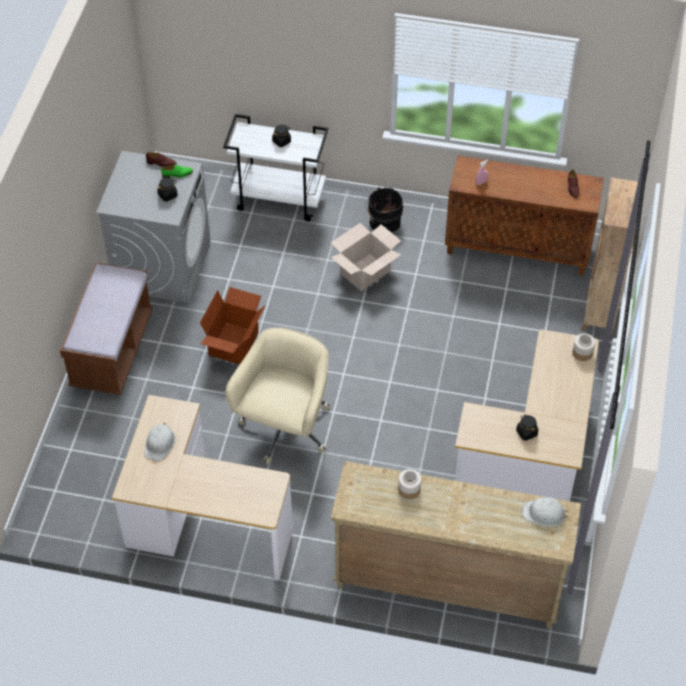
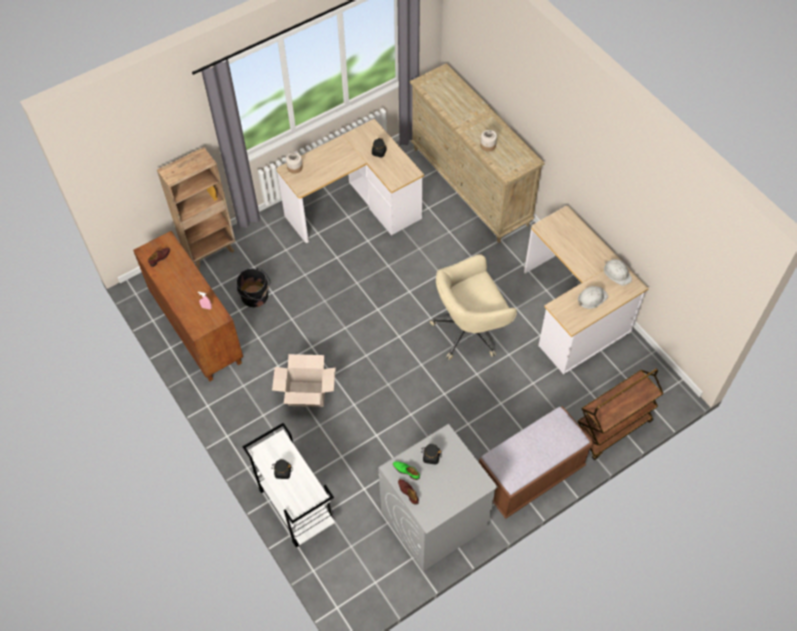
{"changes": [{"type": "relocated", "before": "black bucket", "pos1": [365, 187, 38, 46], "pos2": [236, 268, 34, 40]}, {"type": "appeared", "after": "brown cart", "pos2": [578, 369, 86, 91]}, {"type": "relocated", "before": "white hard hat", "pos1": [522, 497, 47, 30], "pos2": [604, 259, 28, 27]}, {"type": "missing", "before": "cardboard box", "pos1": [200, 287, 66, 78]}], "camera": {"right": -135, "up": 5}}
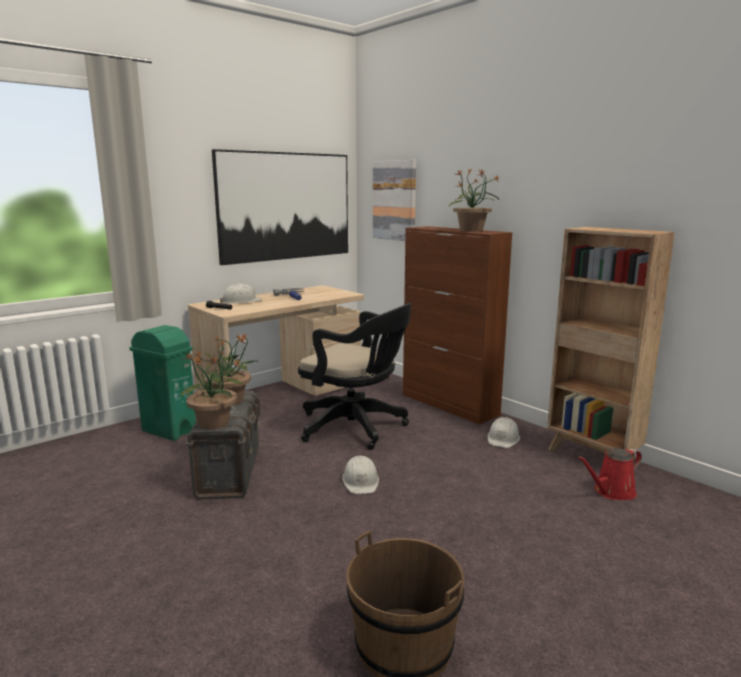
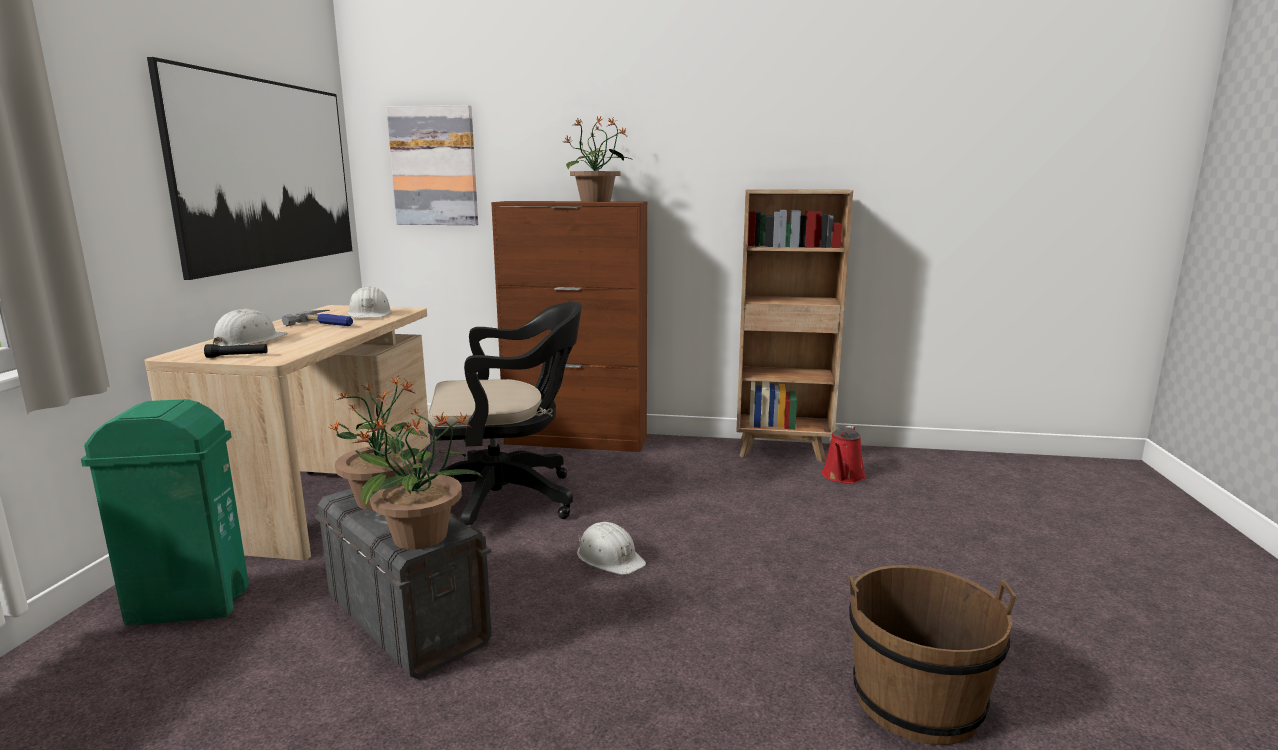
{"changes": [{"type": "relocated", "before": "white hard hat", "pos1": [488, 417, 32, 31], "pos2": [348, 286, 44, 32]}], "camera": {"right": -40, "up": 0}}
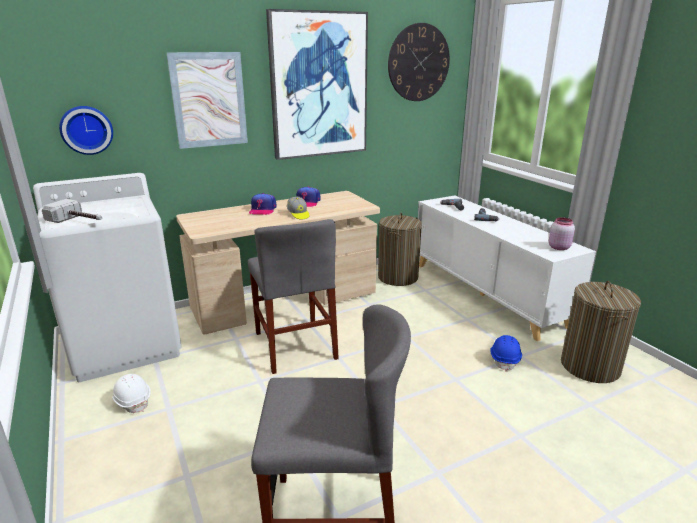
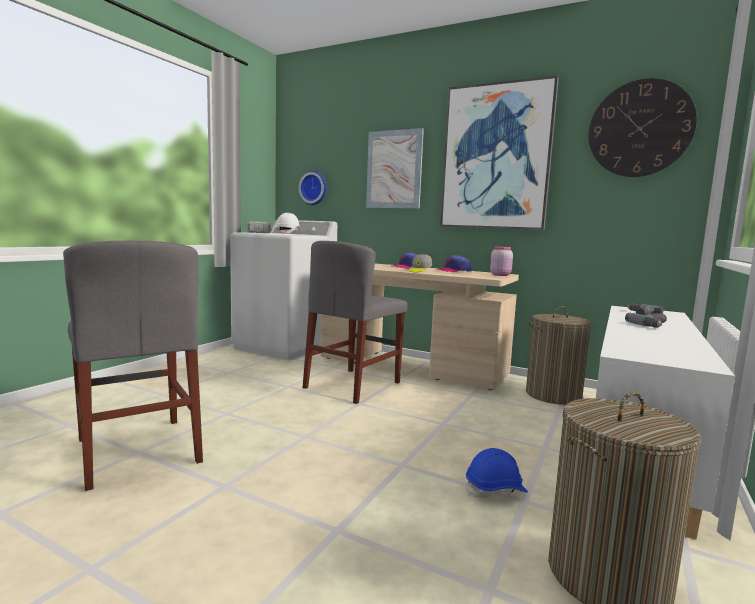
{"changes": [{"type": "relocated", "before": "white hard hat", "pos1": [112, 374, 39, 39], "pos2": [275, 213, 26, 21]}, {"type": "relocated", "before": "pink jar", "pos1": [549, 217, 26, 33], "pos2": [490, 246, 23, 30]}], "camera": {"right": 55, "up": -15}}
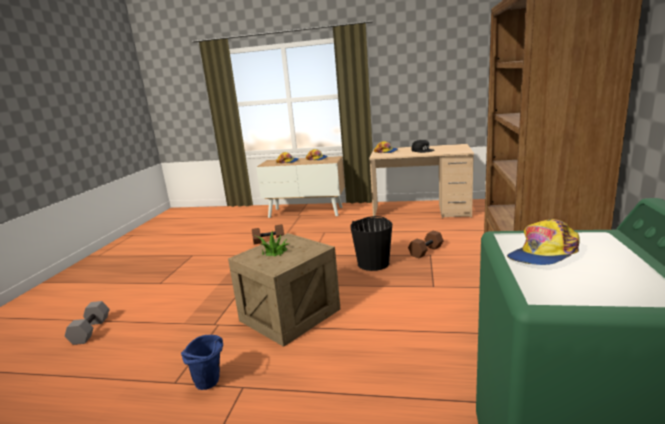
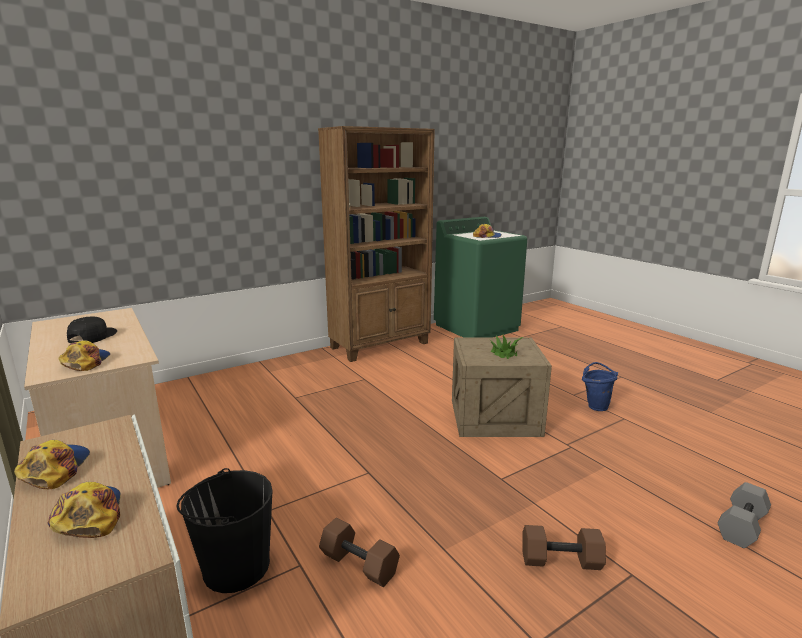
{"changes": [{"type": "relocated", "before": "black bucket", "pos1": [350, 216, 42, 55], "pos2": [176, 468, 97, 125]}, {"type": "relocated", "before": "brown dumbbell", "pos1": [408, 231, 36, 27], "pos2": [522, 525, 84, 45]}], "camera": {"right": -135, "up": 0}}
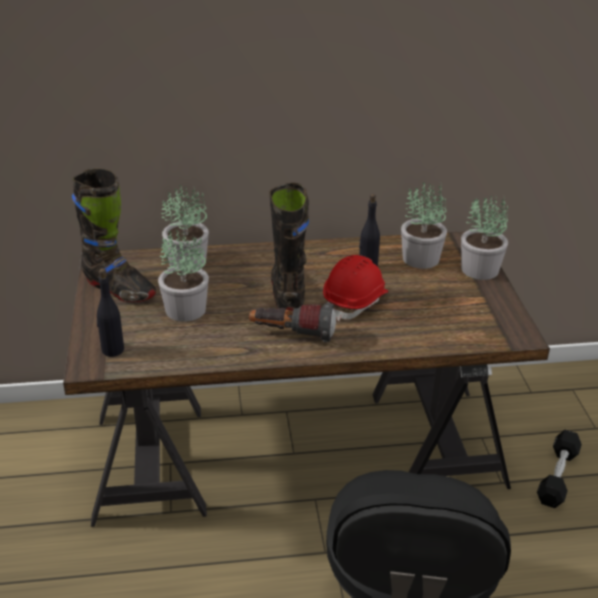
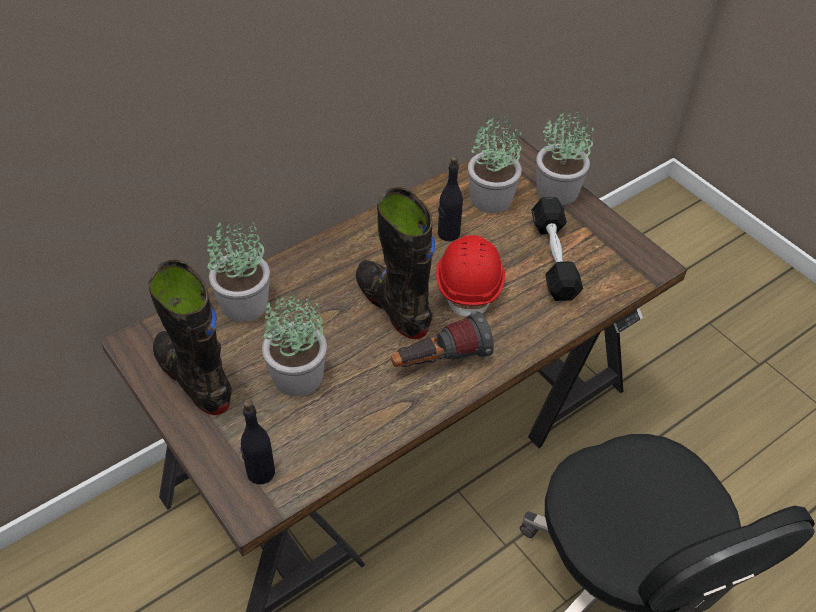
{"changes": [{"type": "spun", "before": "black boot", "pos1": [72, 168, 84, 134], "pos2": [148, 259, 84, 156], "turn": -135}, {"type": "relocated", "before": "black dumbbell", "pos1": [537, 430, 45, 78], "pos2": [531, 197, 52, 104]}], "camera": {"right": -30, "up": 15}}
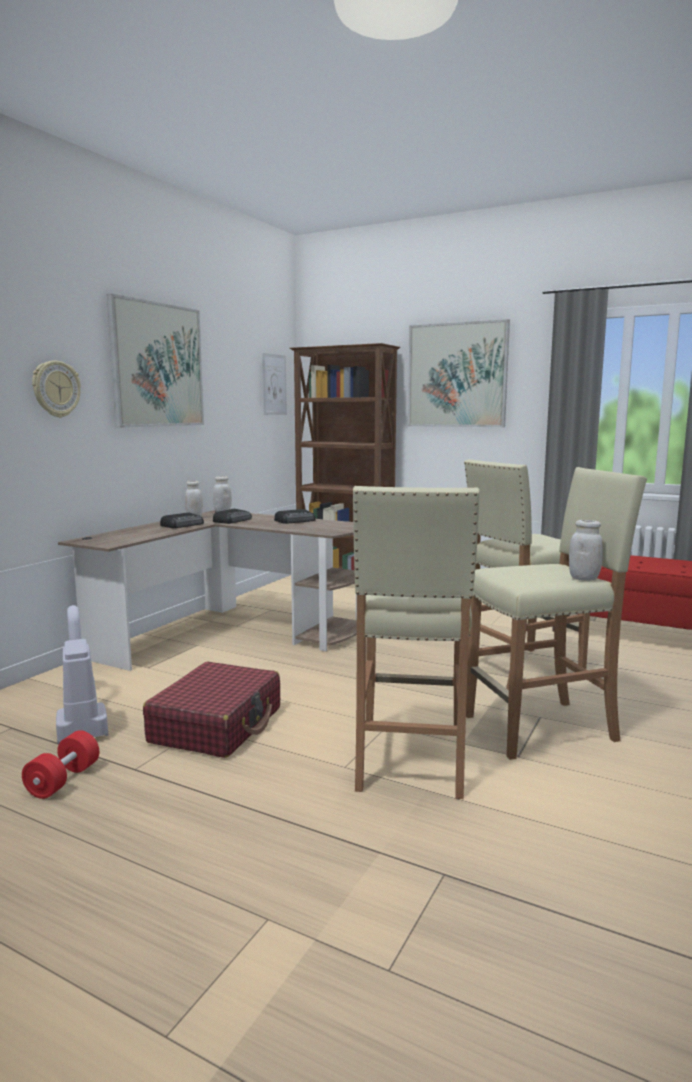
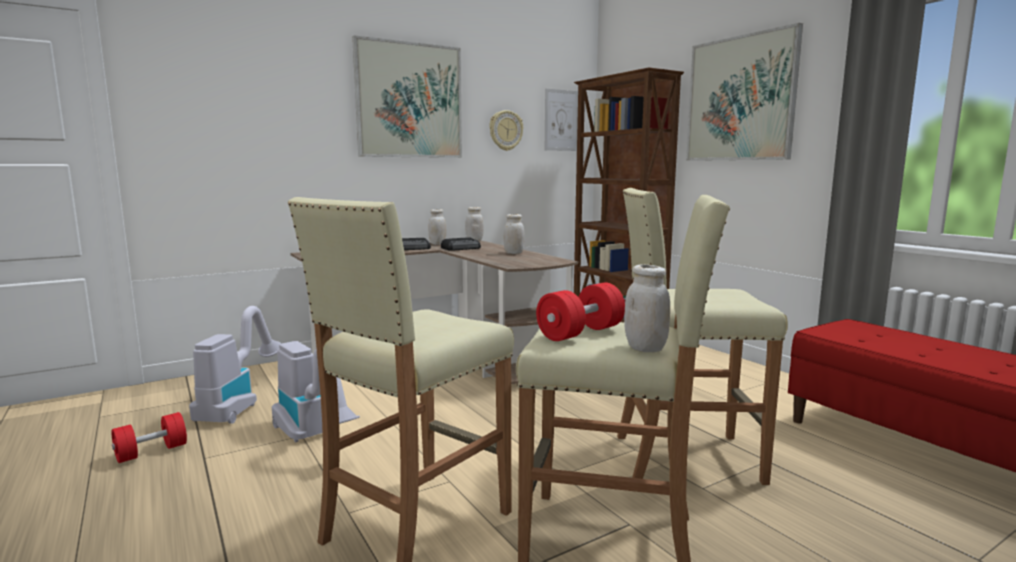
{"changes": [{"type": "exchanged", "before": "red suitcase", "after": "vacuum cleaner", "pos1": [143, 662, 137, 96], "pos2": [272, 341, 88, 101]}, {"type": "relocated", "before": "wall clock", "pos1": [32, 361, 49, 57], "pos2": [489, 110, 34, 41]}, {"type": "exchanged", "before": "radio", "after": "white jar", "pos1": [274, 509, 42, 15], "pos2": [504, 214, 20, 40]}, {"type": "appeared", "after": "red dumbbell", "pos2": [536, 283, 89, 58]}], "camera": {"right": 30, "up": 0}}
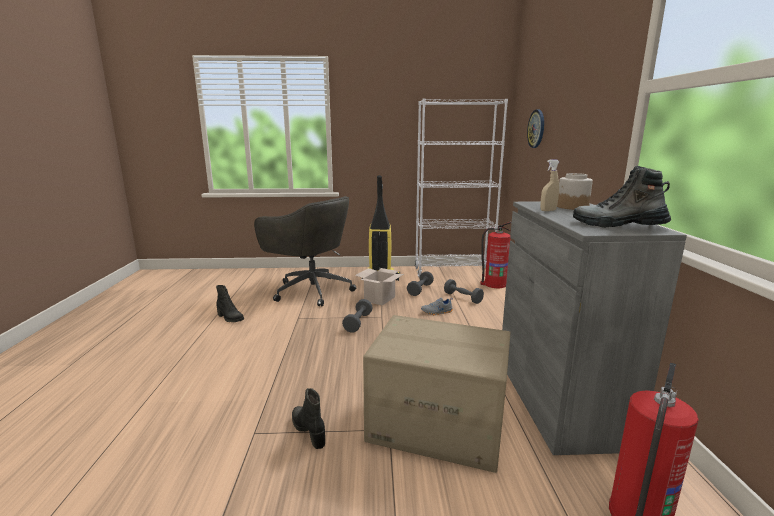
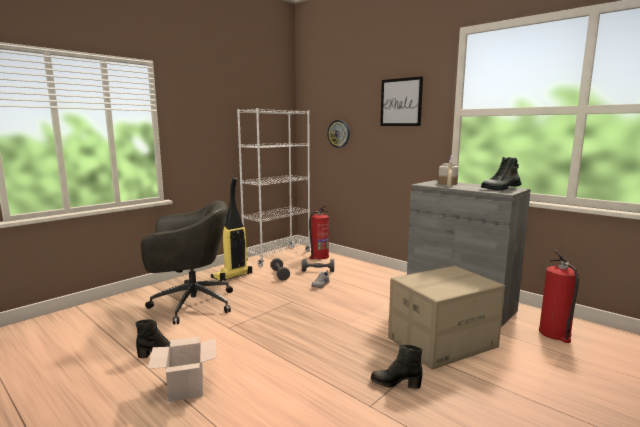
{"changes": [{"type": "relocated", "before": "cardboard box", "pos1": [355, 268, 49, 38], "pos2": [148, 337, 69, 65]}, {"type": "appeared", "after": "picture", "pos2": [380, 76, 43, 50]}, {"type": "missing", "before": "grey dumbbell", "pos1": [342, 299, 31, 34]}], "camera": {"right": -45, "up": -5}}
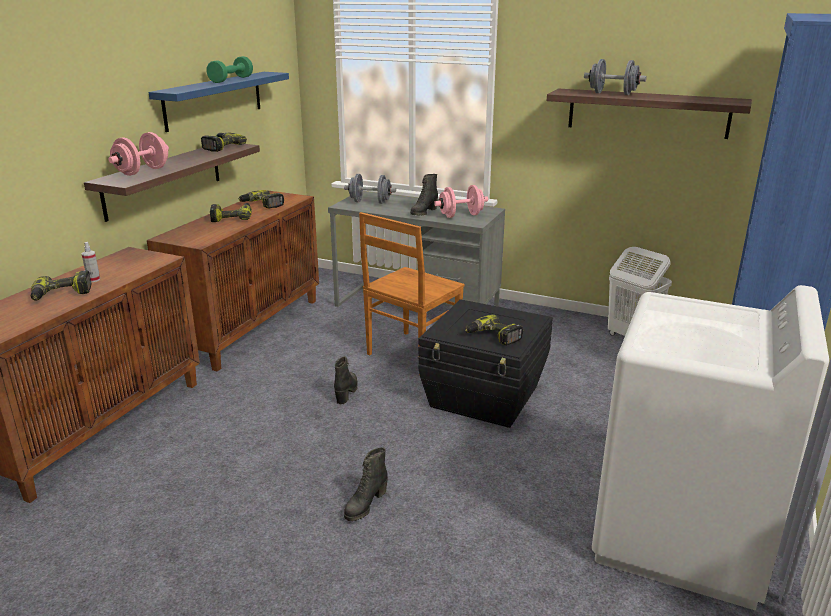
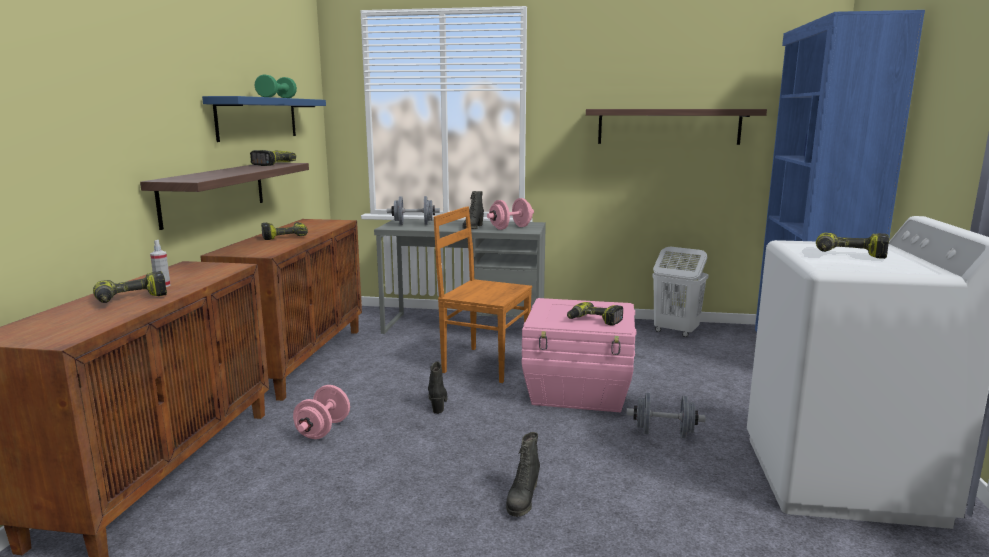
{"changes": [{"type": "relocated", "before": "pink dumbbell", "pos1": [108, 132, 61, 44], "pos2": [293, 385, 57, 54]}, {"type": "spun", "before": "brown chair", "pos1": [359, 212, 106, 163], "pos2": [434, 206, 98, 177], "turn": 90}, {"type": "colour", "before": "black storage box", "after": "pink storage box", "pos1": [419, 300, 134, 128], "pos2": [522, 298, 114, 114]}, {"type": "relocated", "before": "grey dumbbell", "pos1": [584, 59, 62, 36], "pos2": [626, 393, 79, 45]}, {"type": "relocated", "before": "power drill", "pos1": [238, 190, 46, 19], "pos2": [816, 233, 73, 26]}], "camera": {"right": -15, "up": -10}}
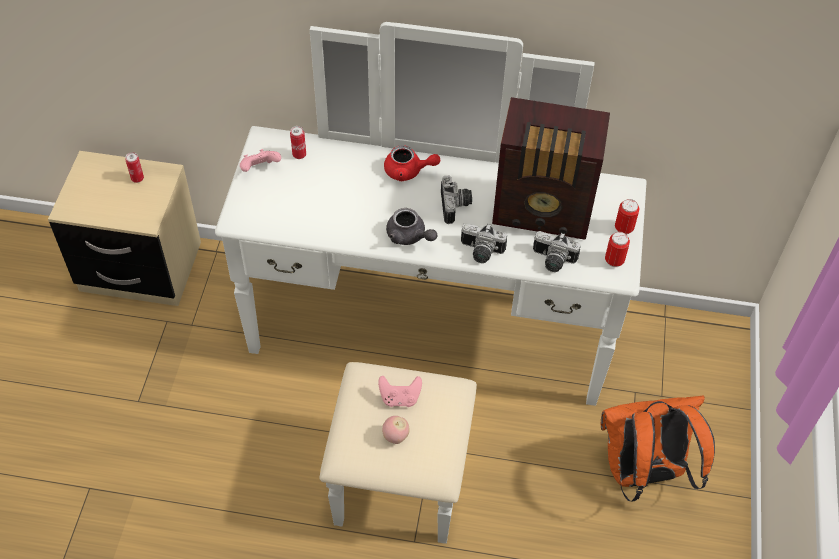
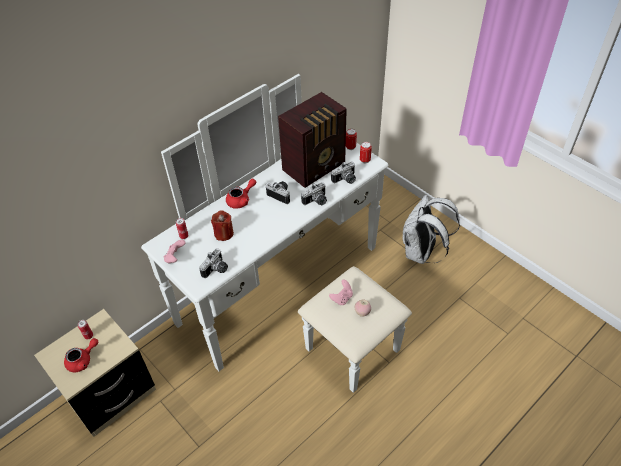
{"changes": [{"type": "appeared", "after": "red teapot", "pos2": [64, 338, 34, 34]}, {"type": "appeared", "after": "photo camera", "pos2": [199, 248, 29, 30]}, {"type": "appeared", "after": "red candle", "pos2": [211, 211, 23, 30]}, {"type": "colour", "before": "orange backpack", "after": "white backpack", "pos1": [601, 396, 114, 105], "pos2": [403, 195, 57, 69]}, {"type": "missing", "before": "grey teapot", "pos1": [386, 208, 52, 37]}], "camera": {"right": -50, "up": -5}}
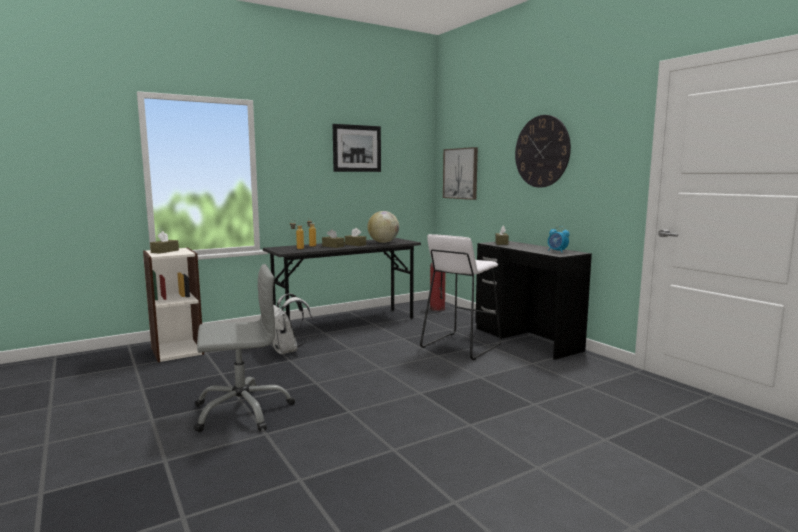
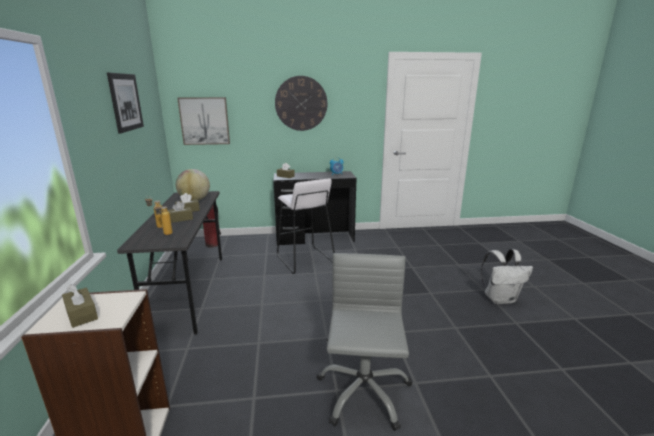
{"changes": [{"type": "relocated", "before": "white backpack", "pos1": [272, 293, 42, 61], "pos2": [481, 249, 52, 55]}], "camera": {"right": -65, "up": 10}}
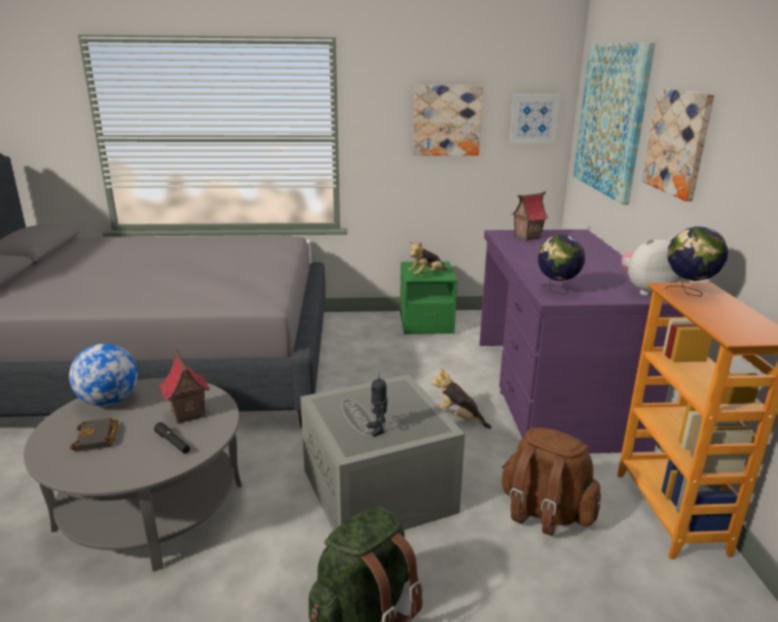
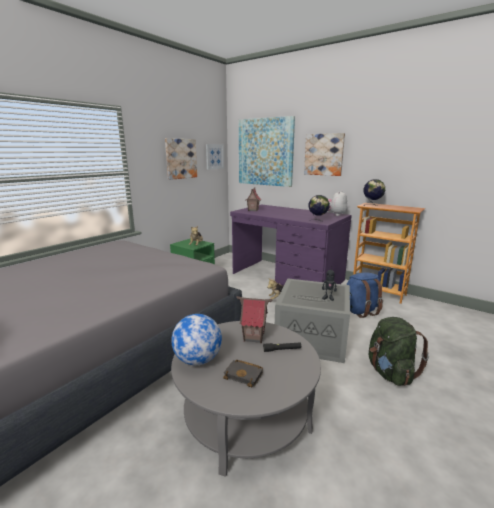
{"changes": [{"type": "colour", "before": "brown backpack", "after": "blue backpack", "pos1": [502, 427, 99, 109], "pos2": [346, 272, 37, 46]}], "camera": {"right": -50, "up": -5}}
